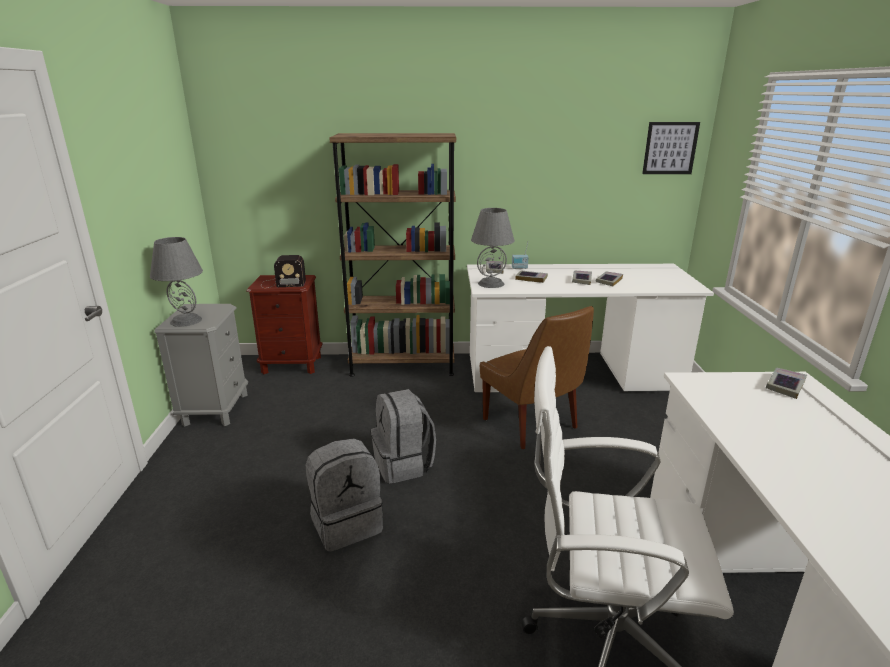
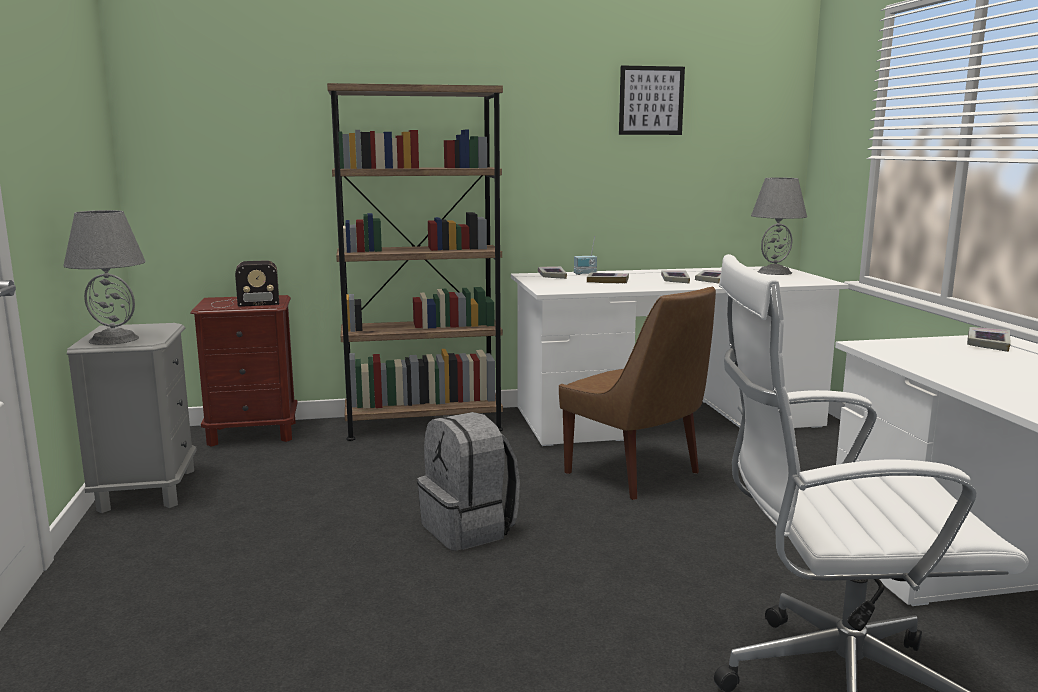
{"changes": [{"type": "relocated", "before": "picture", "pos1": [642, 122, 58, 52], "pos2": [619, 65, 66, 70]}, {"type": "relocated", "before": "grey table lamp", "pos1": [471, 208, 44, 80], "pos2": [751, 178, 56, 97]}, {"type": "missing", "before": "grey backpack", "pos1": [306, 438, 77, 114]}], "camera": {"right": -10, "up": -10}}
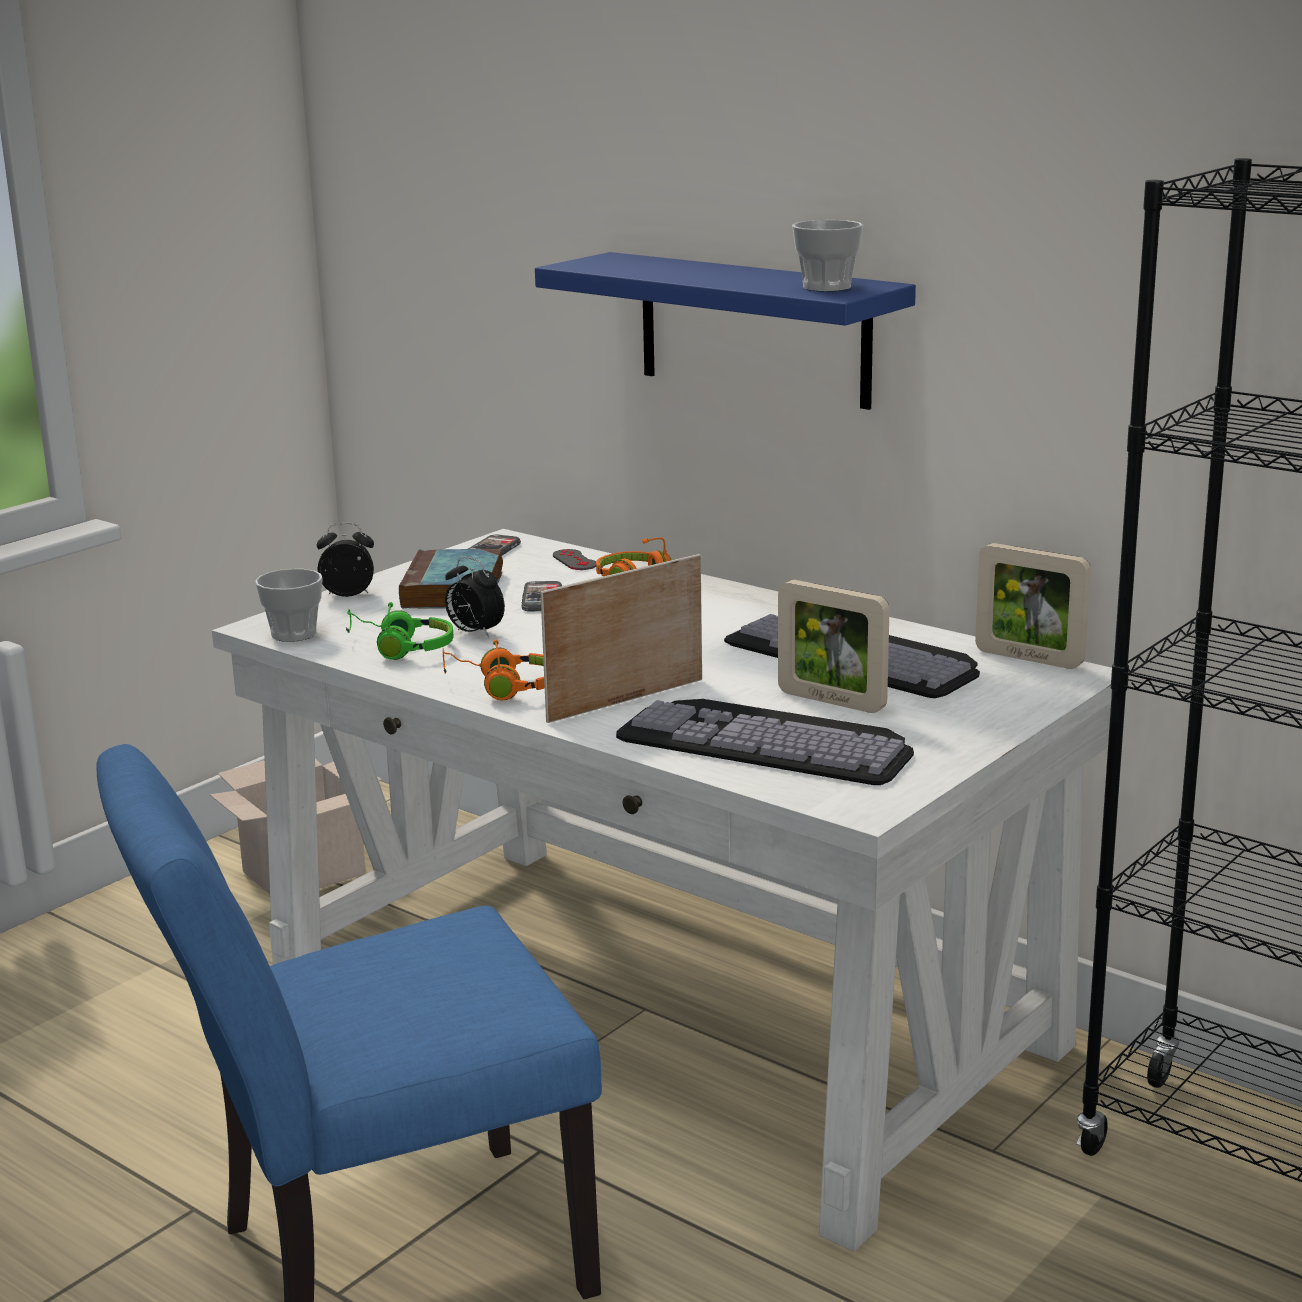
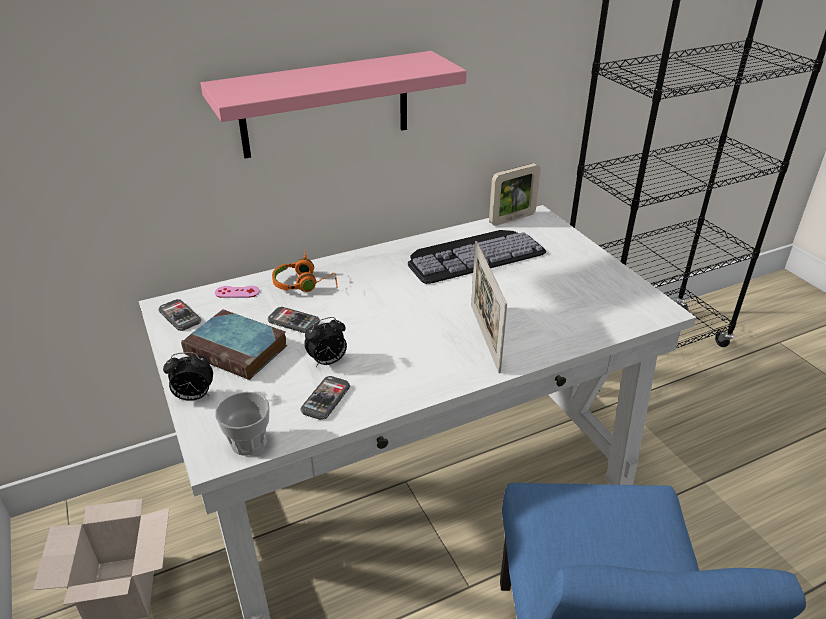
{"changes": [{"type": "spun", "before": "alarm clock", "pos1": [317, 523, 57, 74], "pos2": [163, 352, 50, 49], "turn": -120}, {"type": "colour", "before": "blue shelf", "after": "pink shelf", "pos1": [535, 252, 381, 158], "pos2": [200, 51, 267, 108]}, {"type": "colour", "before": "grey game controller", "after": "pink game controller", "pos1": [553, 549, 43, 21], "pos2": [215, 286, 45, 12]}, {"type": "exchanged", "before": "green headphones", "after": "phone", "pos1": [346, 602, 108, 58], "pos2": [300, 376, 50, 44]}, {"type": "missing", "before": "orange headphones", "pos1": [443, 639, 102, 61]}, {"type": "missing", "before": "keyboard", "pos1": [616, 699, 298, 86]}, {"type": "missing", "before": "picture frame", "pos1": [778, 580, 112, 133]}, {"type": "missing", "before": "cup", "pos1": [792, 220, 71, 72]}], "camera": {"right": -65, "up": 15}}
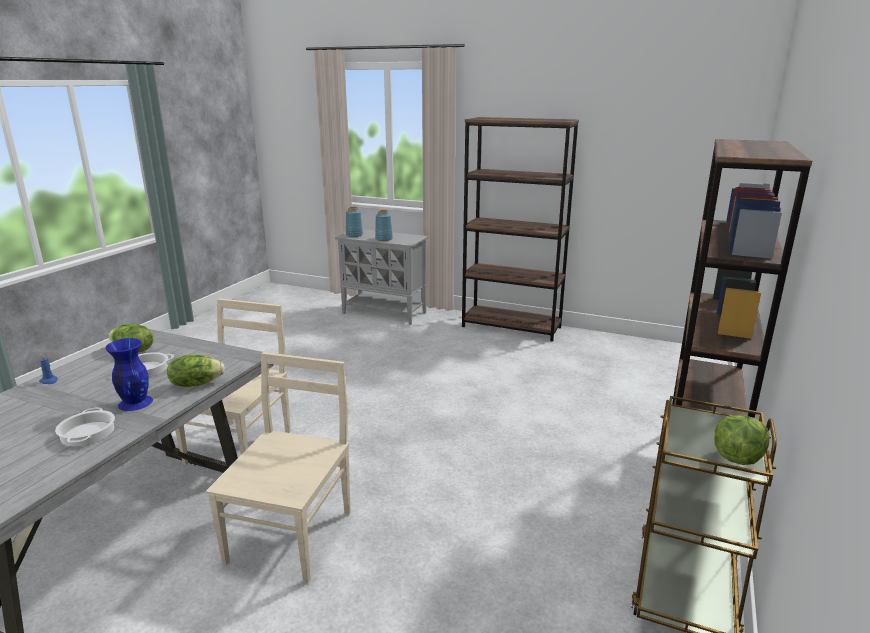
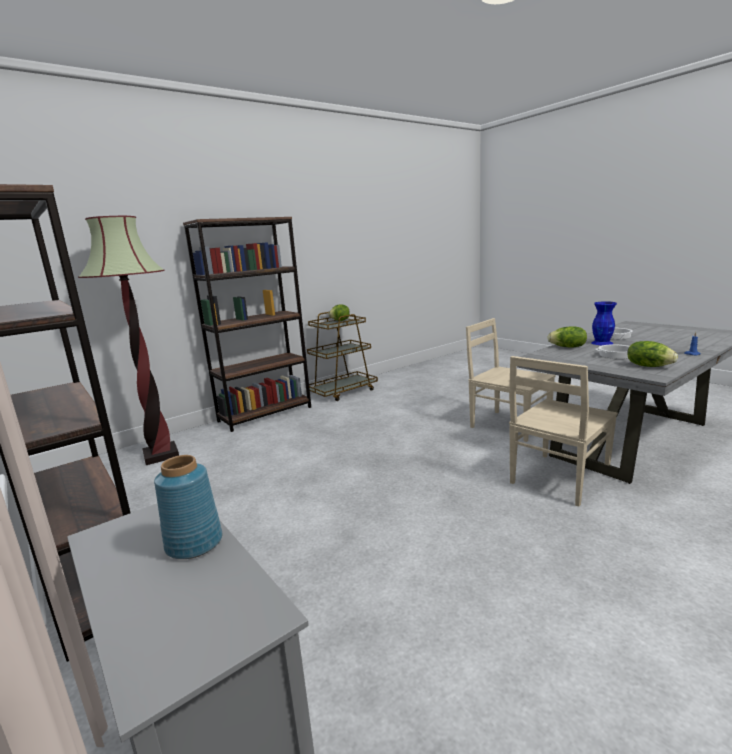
{"changes": [{"type": "appeared", "after": "floor lamp", "pos2": [78, 216, 101, 249]}, {"type": "spun", "before": "beige chair", "pos1": [206, 352, 145, 232], "pos2": [466, 318, 90, 124], "turn": 90}, {"type": "missing", "before": "blue vase", "pos1": [346, 207, 17, 30]}], "camera": {"right": -150, "up": -5}}
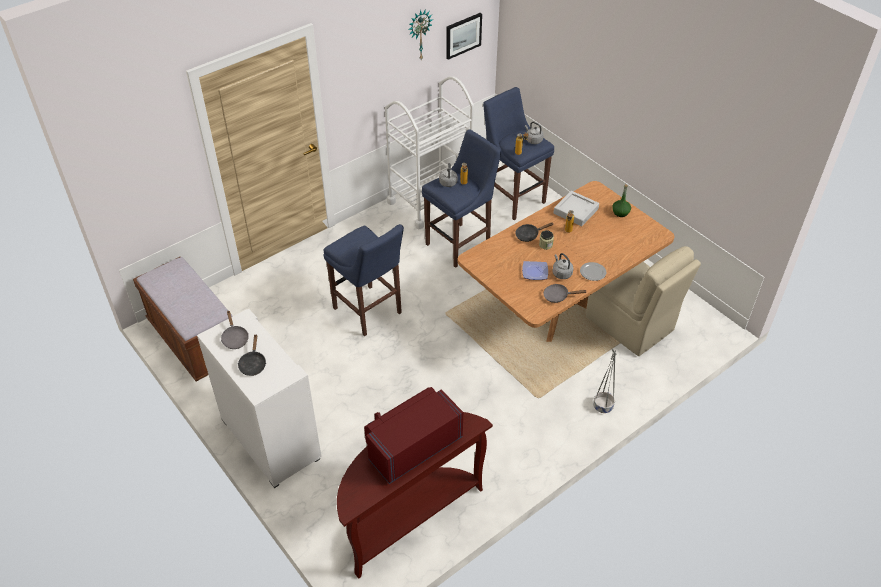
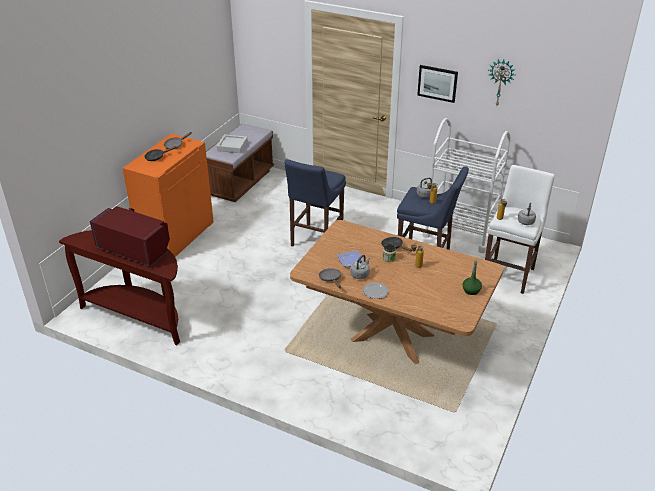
{"changes": [{"type": "colour", "before": "white cabinet", "after": "orange cabinet", "pos1": [197, 309, 125, 179], "pos2": [123, 134, 91, 123]}, {"type": "relocated", "before": "grey tray", "pos1": [554, 191, 45, 35], "pos2": [217, 134, 31, 19]}, {"type": "relocated", "before": "picture", "pos1": [446, 13, 36, 47], "pos2": [417, 65, 41, 38]}, {"type": "colour", "before": "blue stool", "after": "white stool", "pos1": [483, 87, 71, 133], "pos2": [485, 165, 70, 129]}, {"type": "missing", "before": "beige chair", "pos1": [586, 246, 115, 110]}, {"type": "missing", "before": "grey planter", "pos1": [593, 349, 23, 64]}], "camera": {"right": 65, "up": -10}}
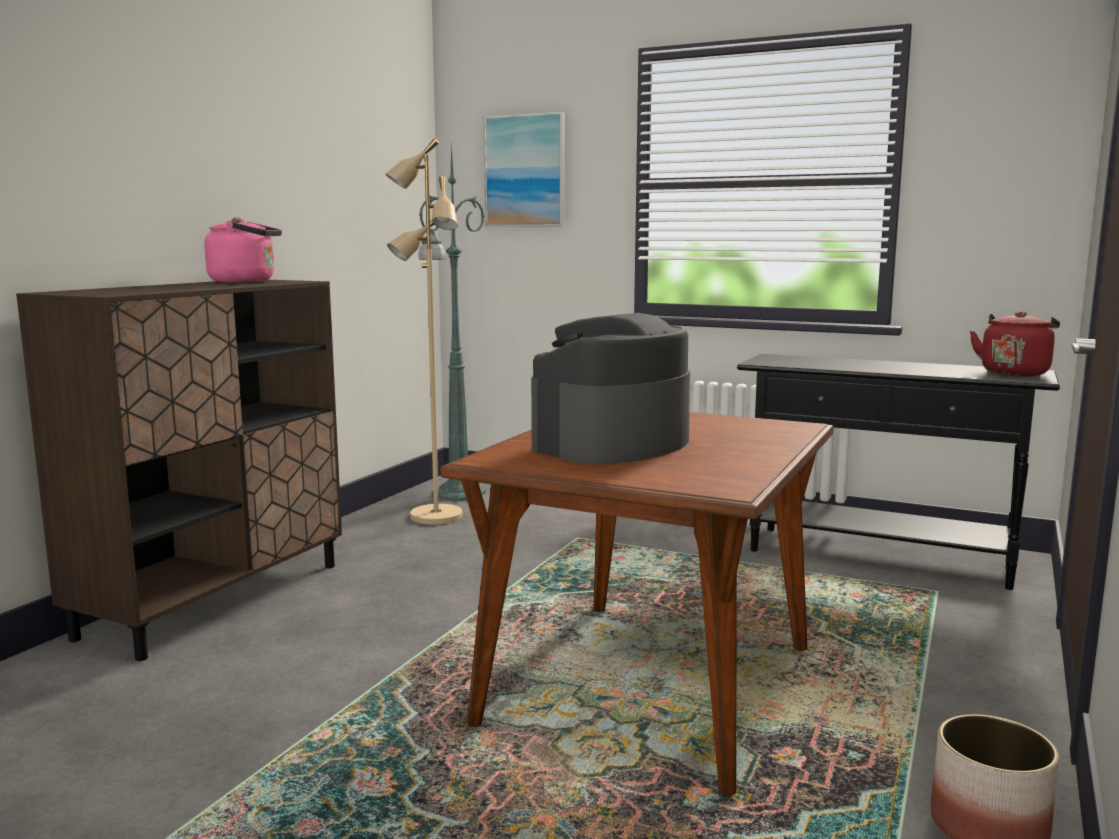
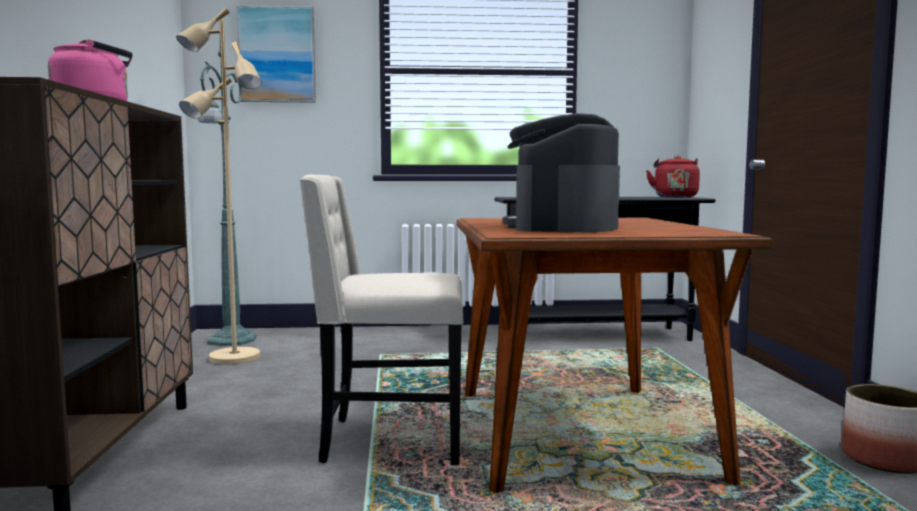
{"changes": [{"type": "appeared", "after": "beige chair", "pos2": [300, 175, 163, 290]}], "camera": {"right": -30, "up": -5}}
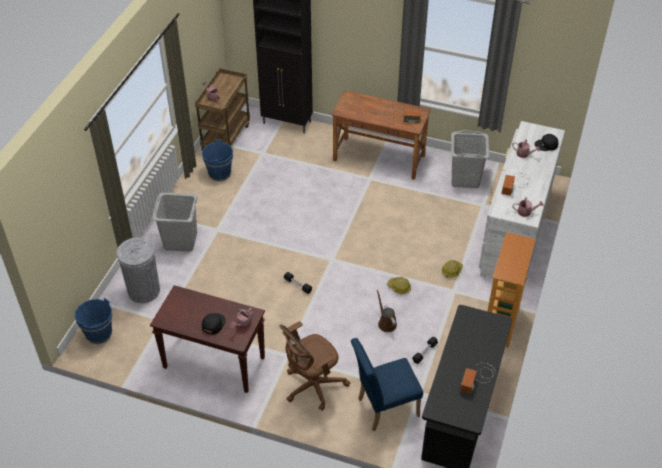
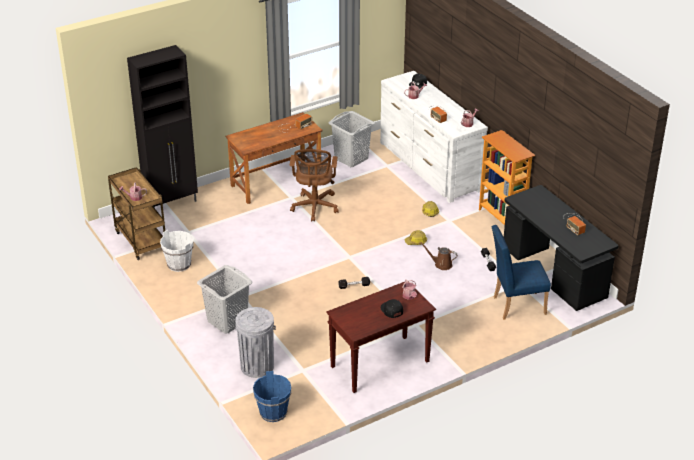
{"changes": [{"type": "colour", "before": "blue bucket", "after": "white bucket", "pos1": [202, 139, 31, 42], "pos2": [160, 230, 34, 42]}, {"type": "relocated", "before": "brown office chair", "pos1": [279, 321, 71, 90], "pos2": [290, 149, 49, 73]}, {"type": "spun", "before": "blue chair", "pos1": [351, 338, 72, 93], "pos2": [492, 225, 59, 95], "turn": 60}], "camera": {"right": -50, "up": -10}}
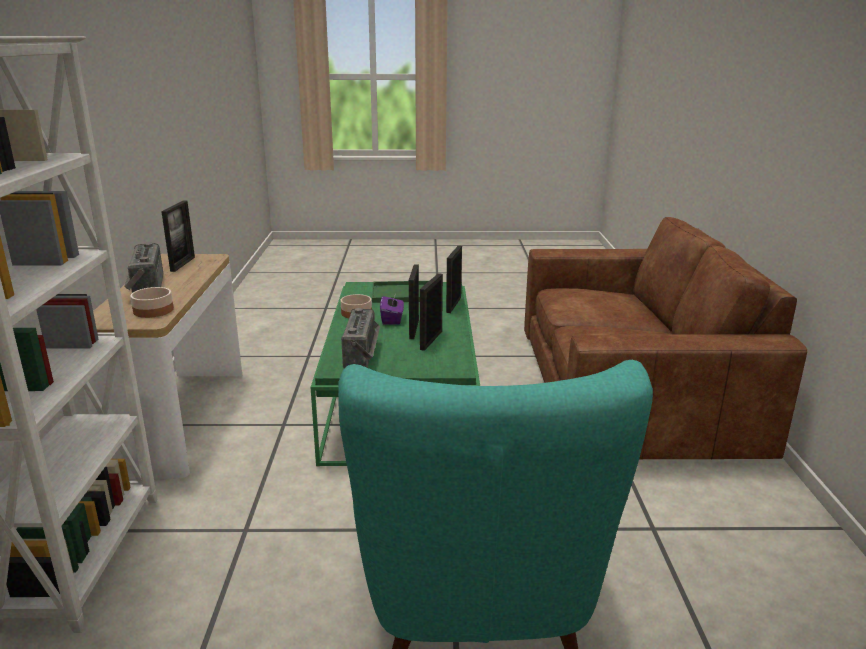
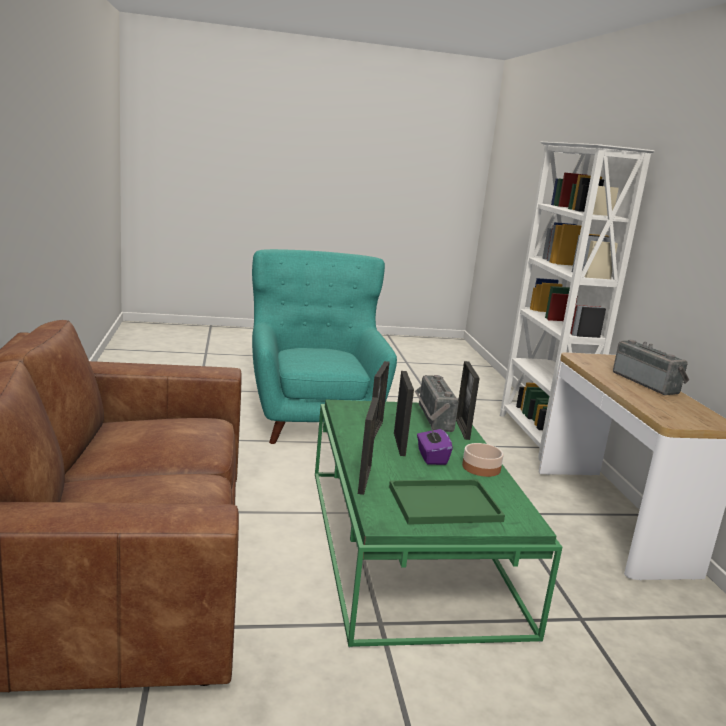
{"changes": [{"type": "relocated", "before": "picture frame", "pos1": [161, 201, 34, 71], "pos2": [456, 361, 24, 79]}, {"type": "missing", "before": "bowl", "pos1": [130, 287, 44, 31]}], "camera": {"right": 170, "up": -5}}
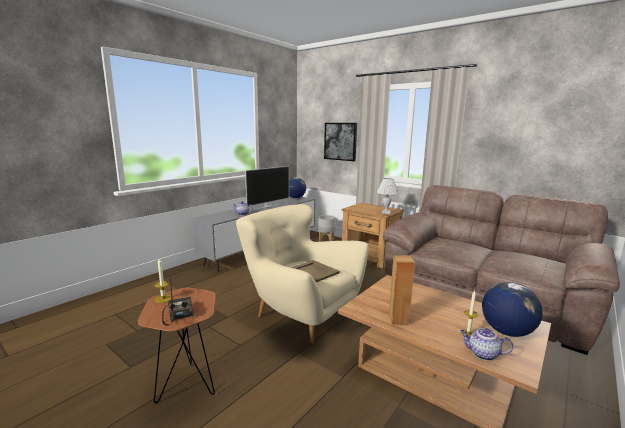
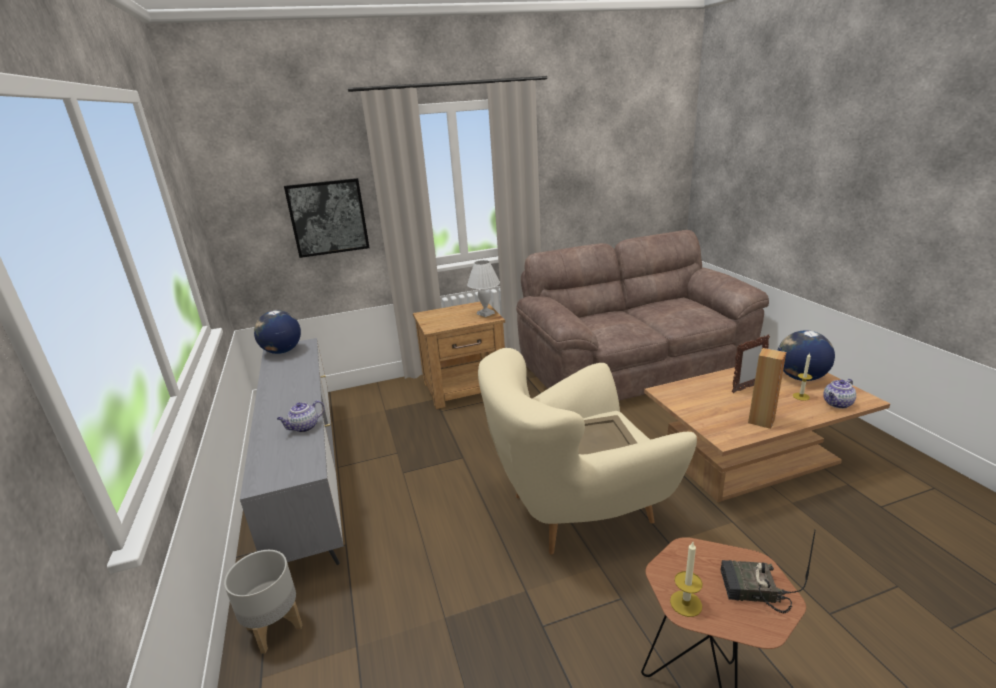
{"changes": [{"type": "relocated", "before": "grey planter", "pos1": [318, 215, 18, 27], "pos2": [224, 550, 79, 104]}, {"type": "appeared", "after": "picture frame", "pos2": [732, 334, 38, 59]}, {"type": "missing", "before": "television", "pos1": [245, 166, 44, 43]}], "camera": {"right": -55, "up": 10}}
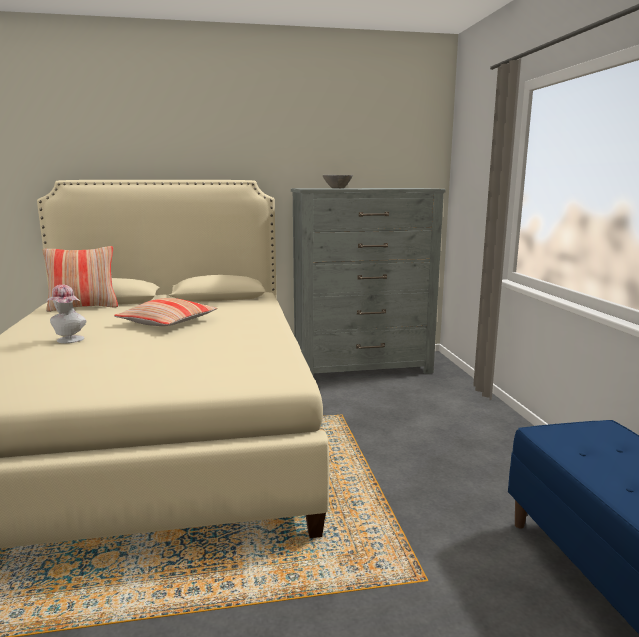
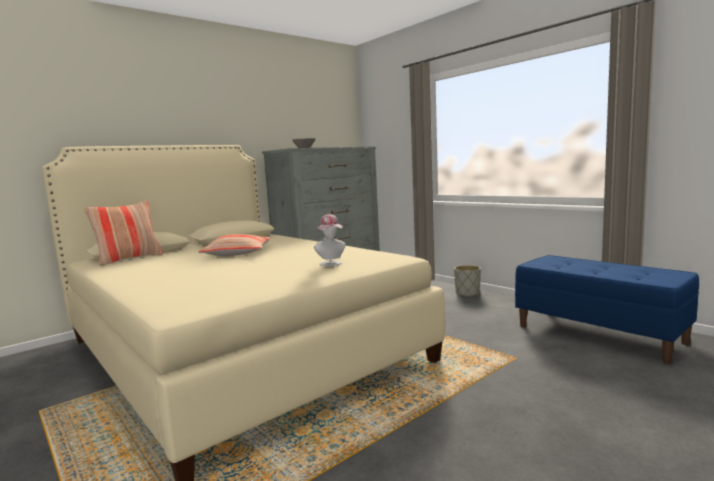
{"changes": [{"type": "relocated", "before": "hat", "pos1": [46, 285, 40, 58], "pos2": [314, 214, 31, 52]}, {"type": "appeared", "after": "grey planter", "pos2": [454, 265, 27, 32]}], "camera": {"right": -30, "up": -5}}
